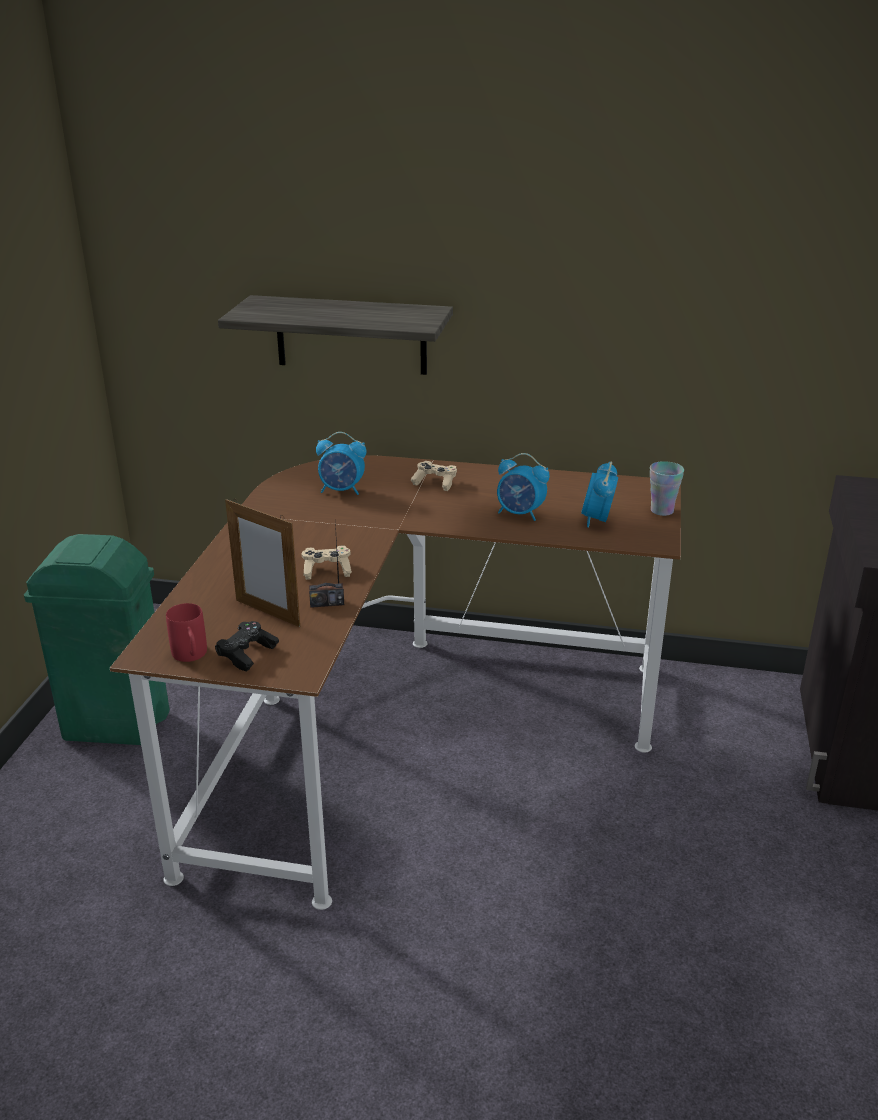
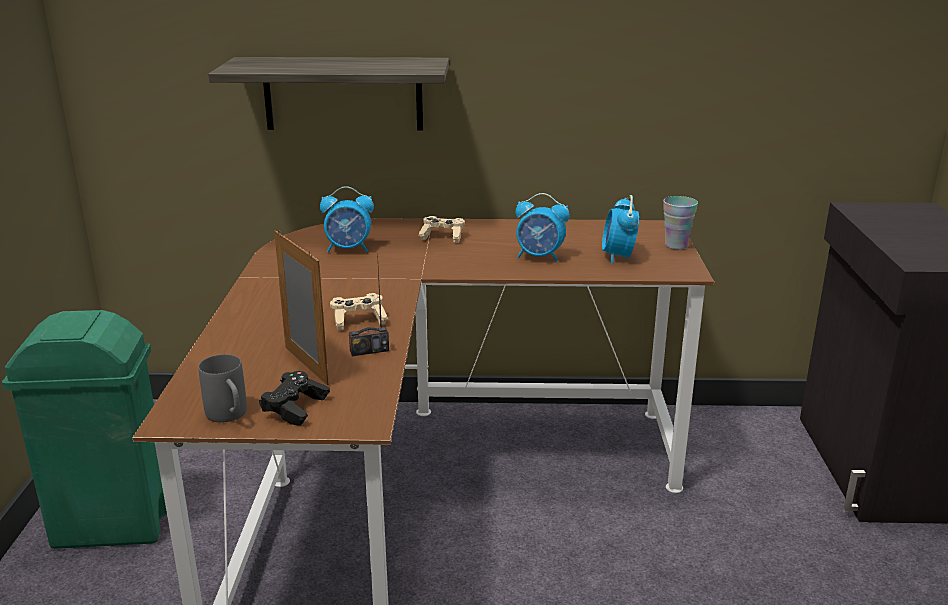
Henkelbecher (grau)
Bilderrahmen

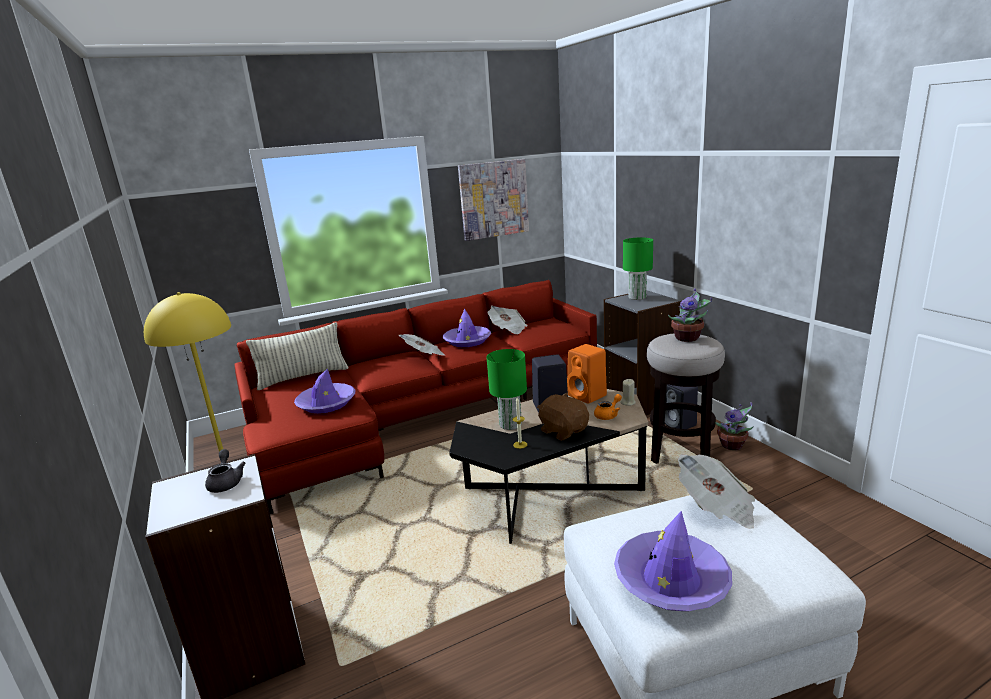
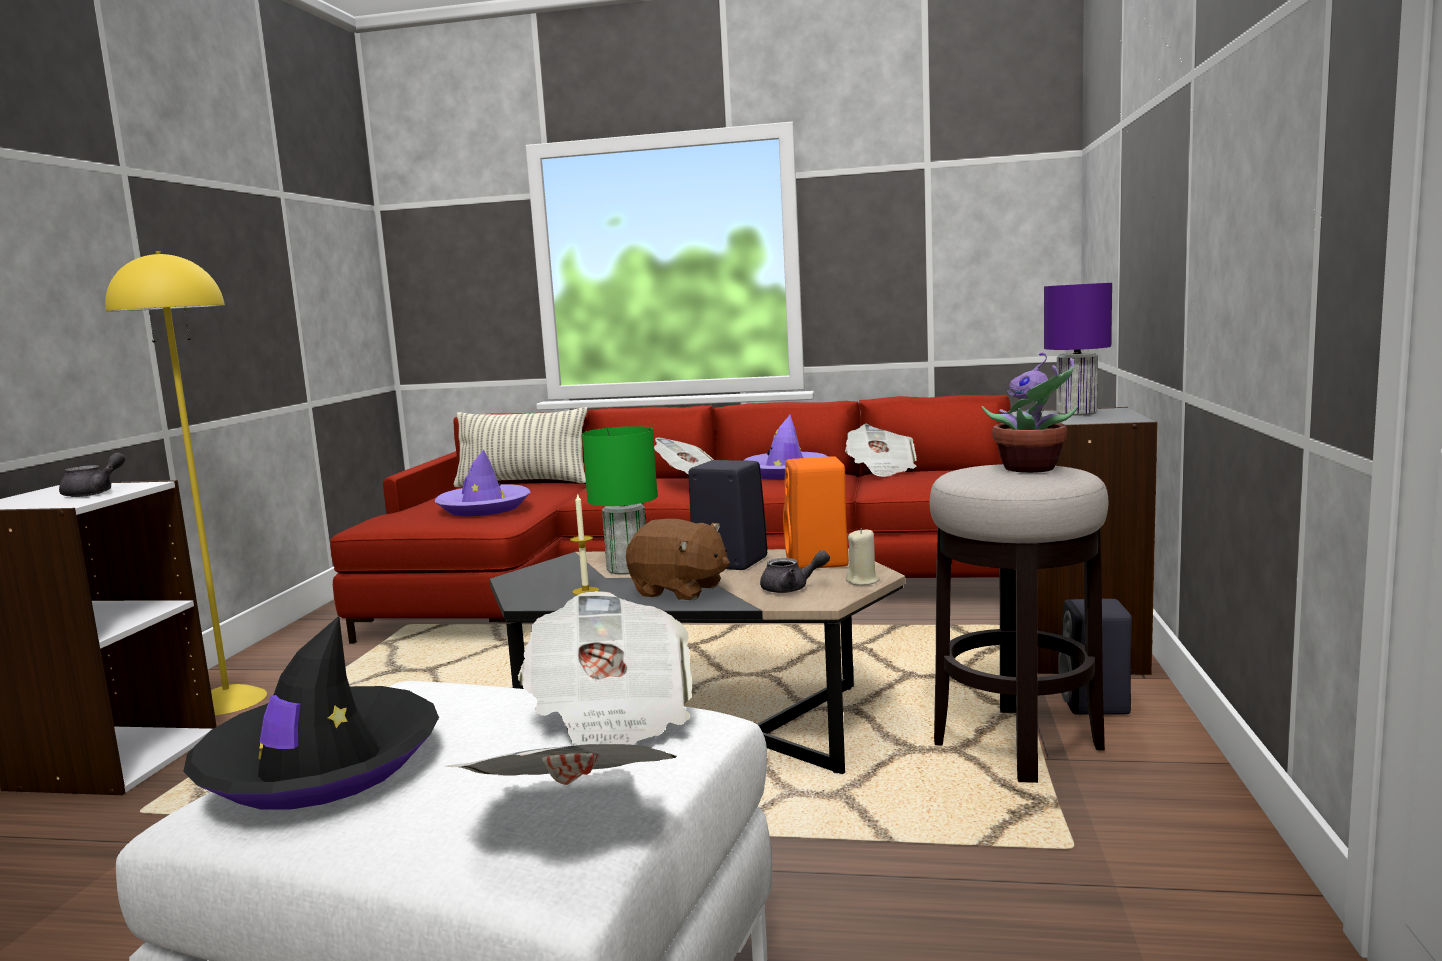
Bild
Topfpflanze (2nd from left in the first image)
Zeitung (1st from left)
Teekanne (grau) (2nd from left)
Hut (schwarz)
Tischlampe (lila)
Plüschtier (braun)

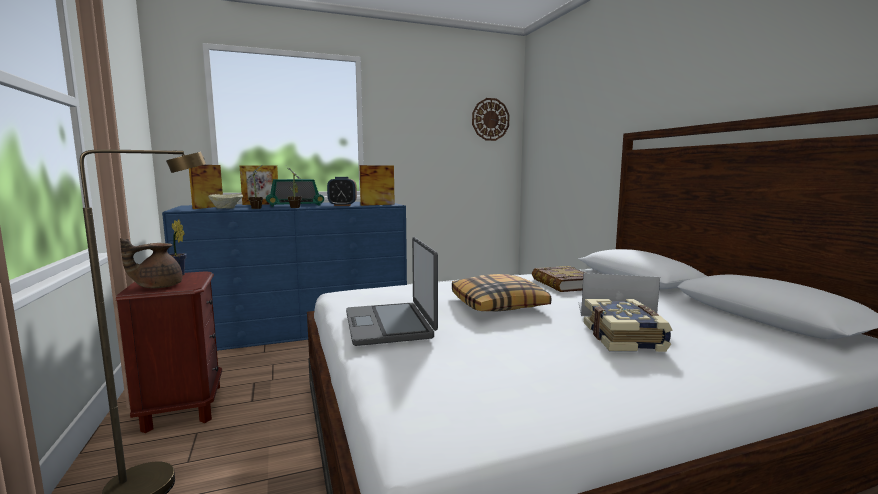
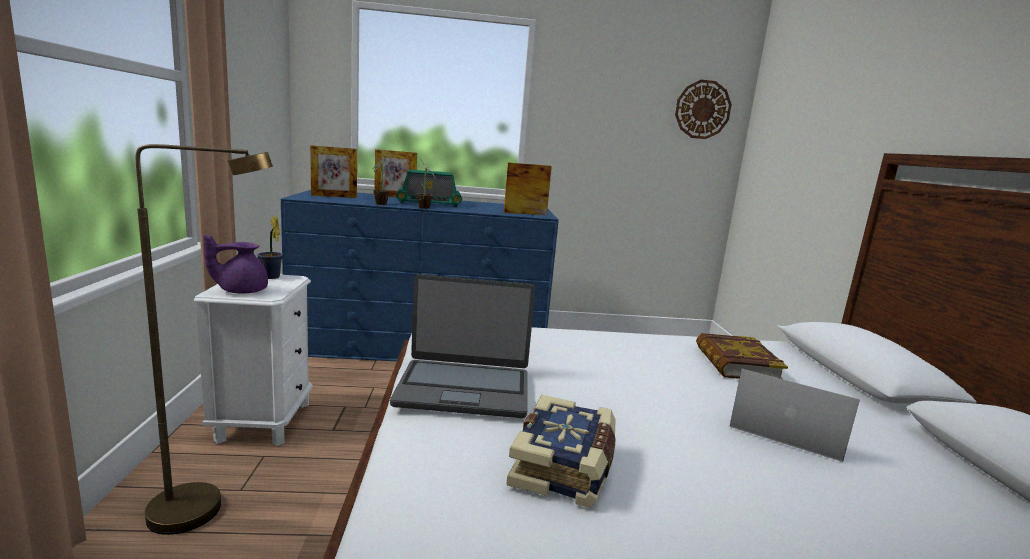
Schüssel (beige)
Wecker
Kissen
Buch (1st from left)
Nachttisch (weiß)
Teekanne (lila)
Bilderrahmen (1st from left)
Laptop (1st from left)

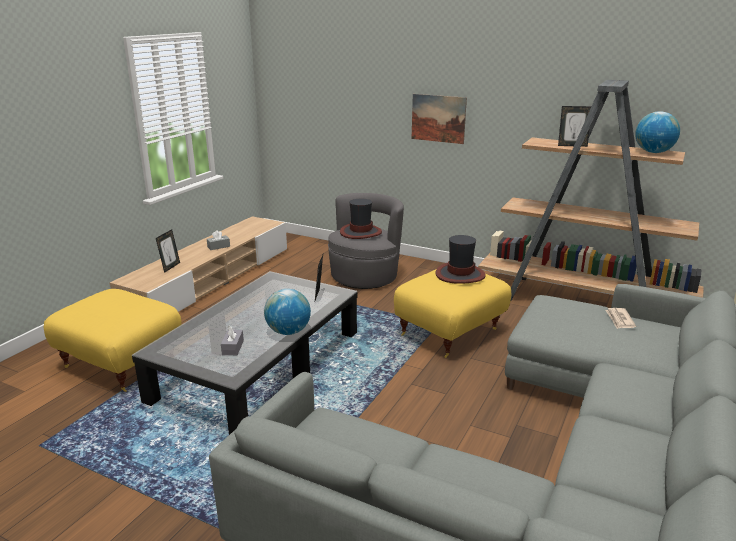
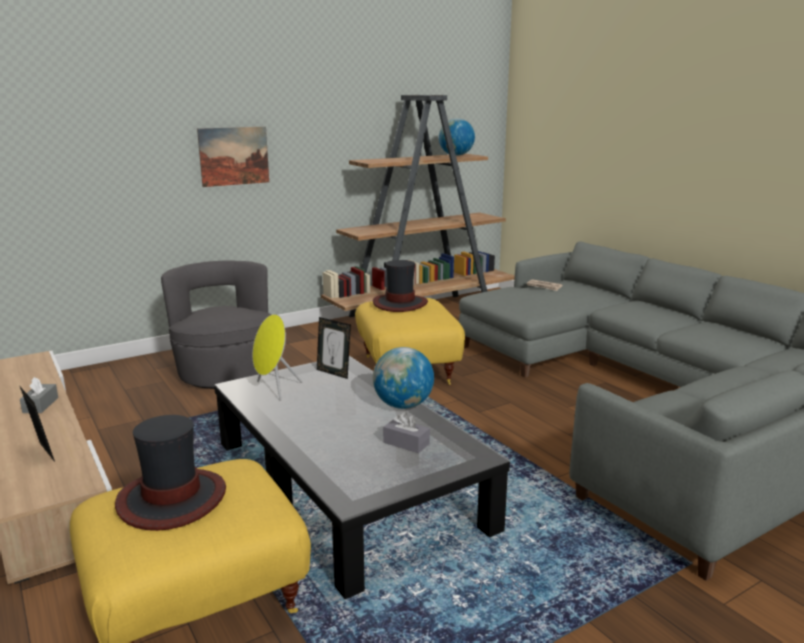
Bilderrahmen (3rd from left in the first image)
Lautsprecher (gelb)
Hut (1st from left)

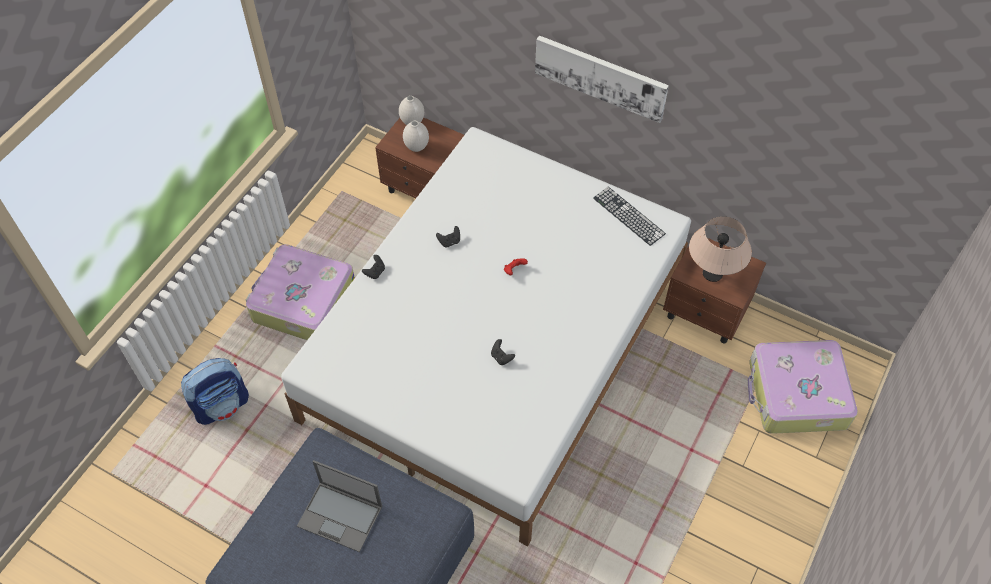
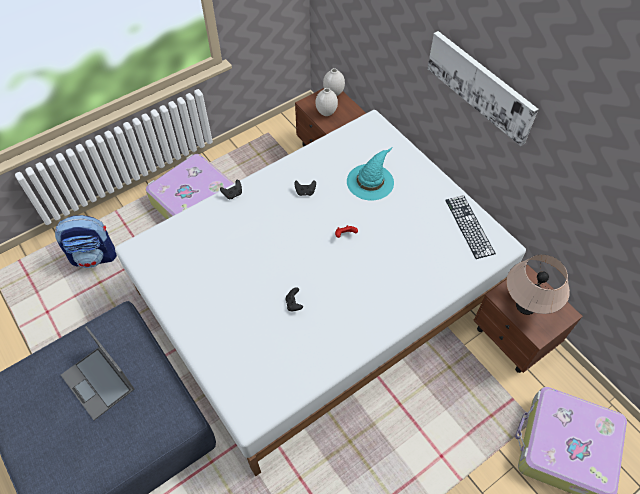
Hut (türkis)

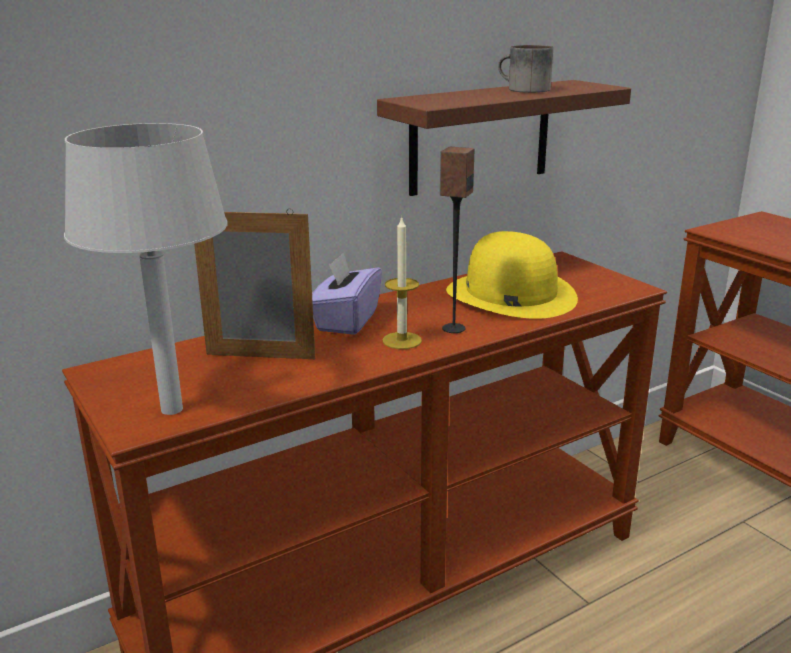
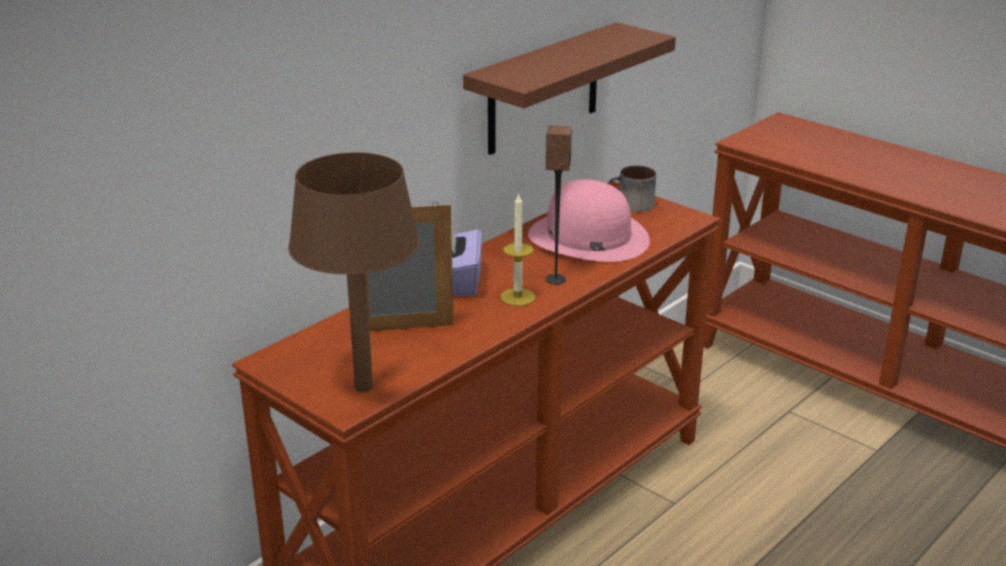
Henkelbecher
Tischlampe (braun)
Hut (rosa)

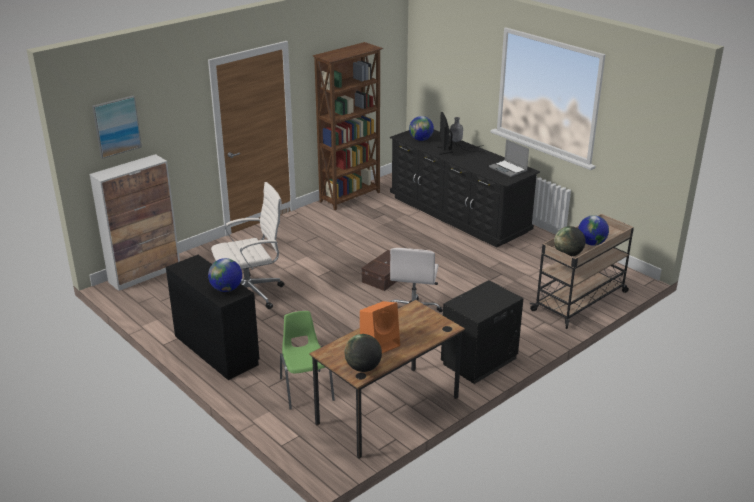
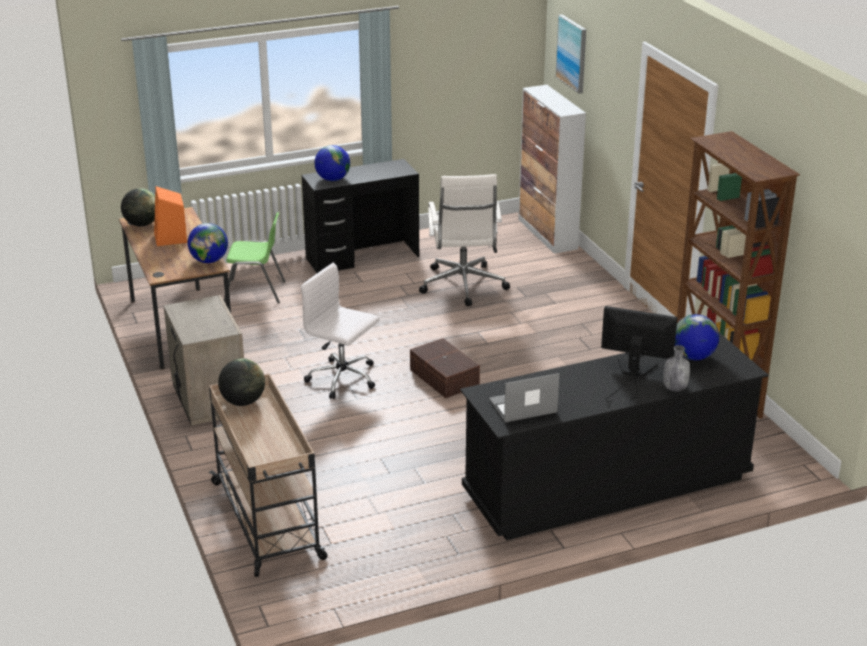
Globus (2nd from left)
Nachttisch (beige)

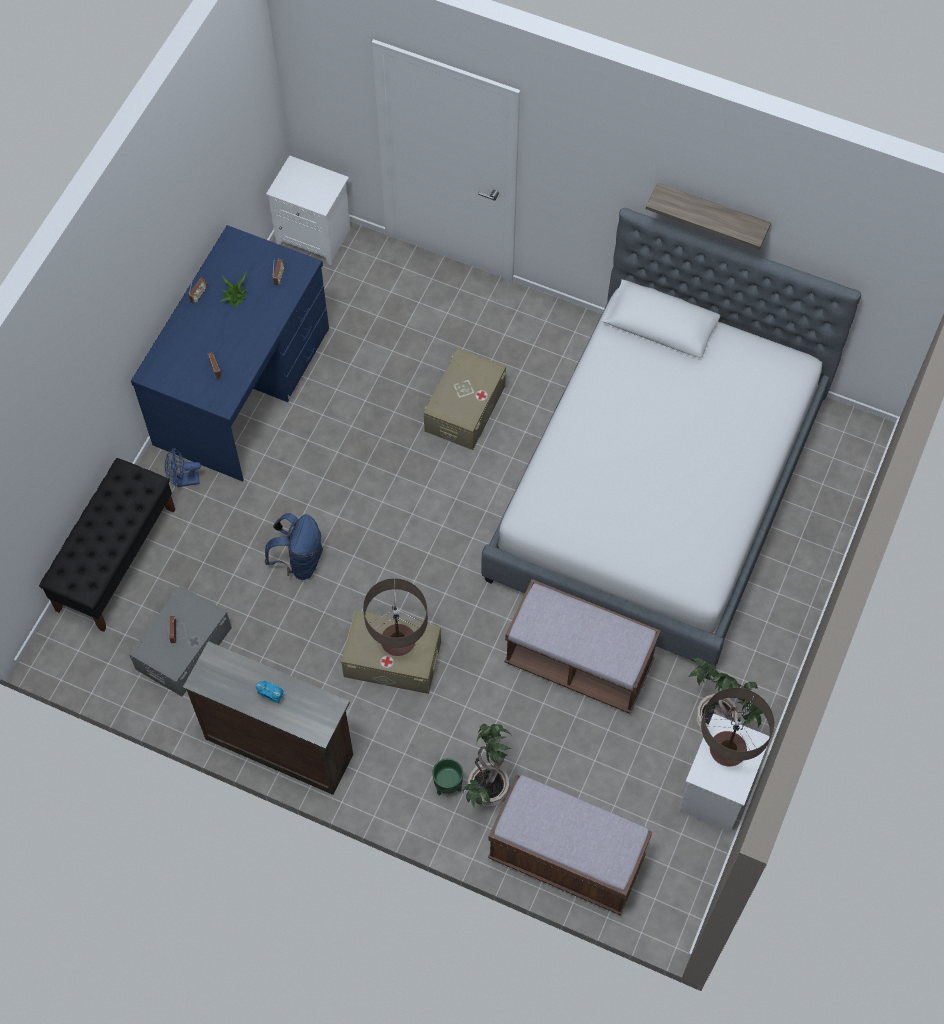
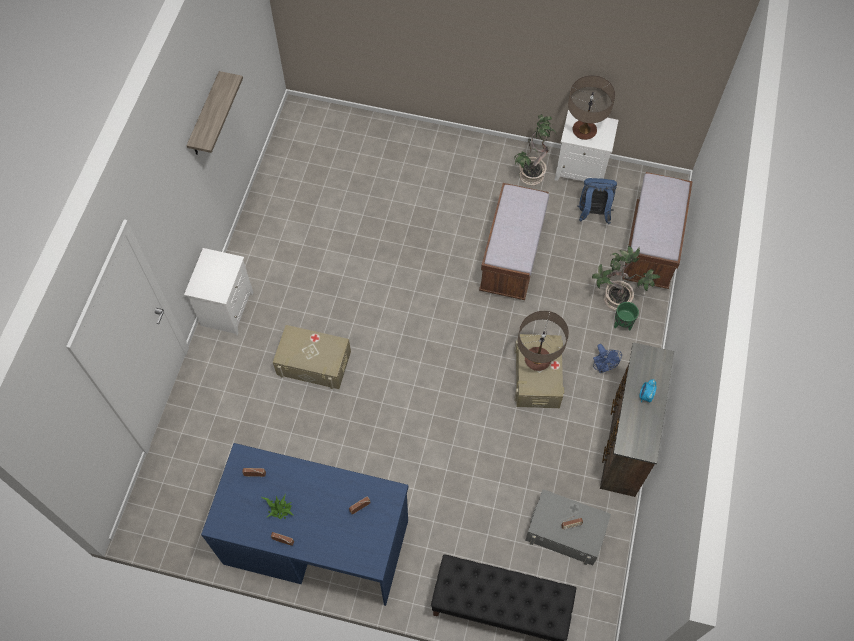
Bett
Ventilator (blau)
Rucksack (blau)
Nachttisch (weiß) (1st from left)

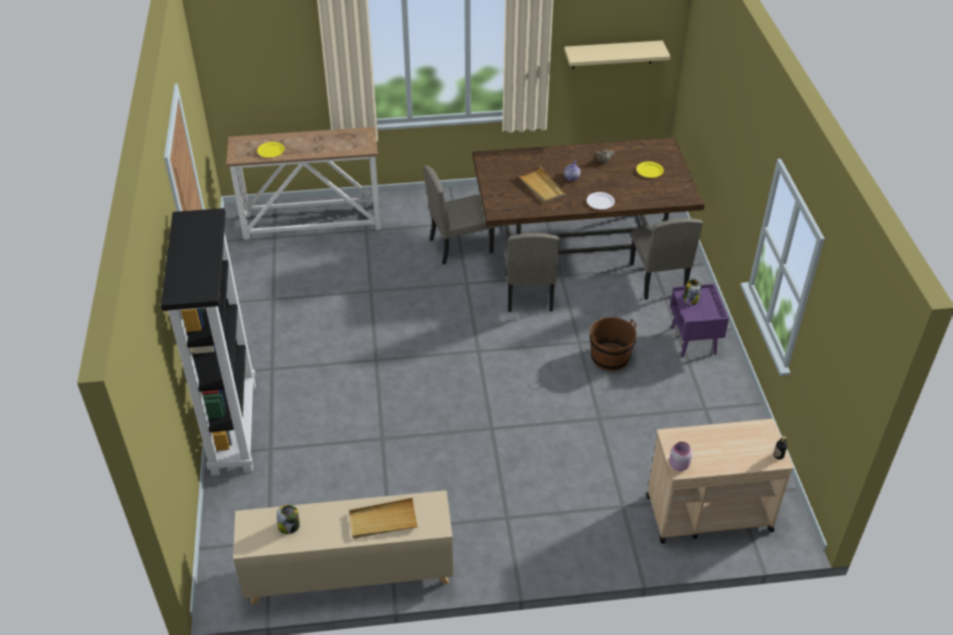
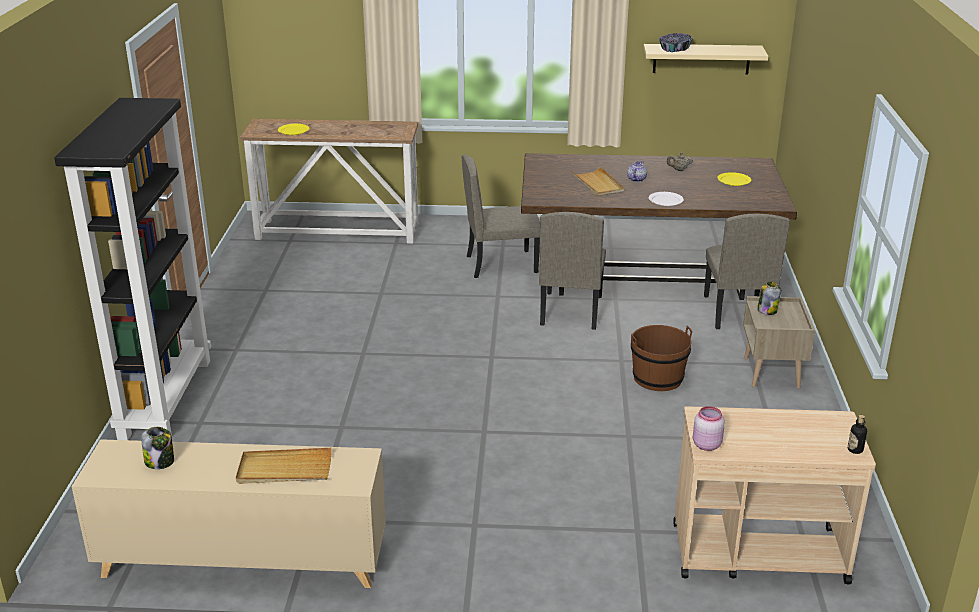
Schüssel
Nachttisch (beige)

